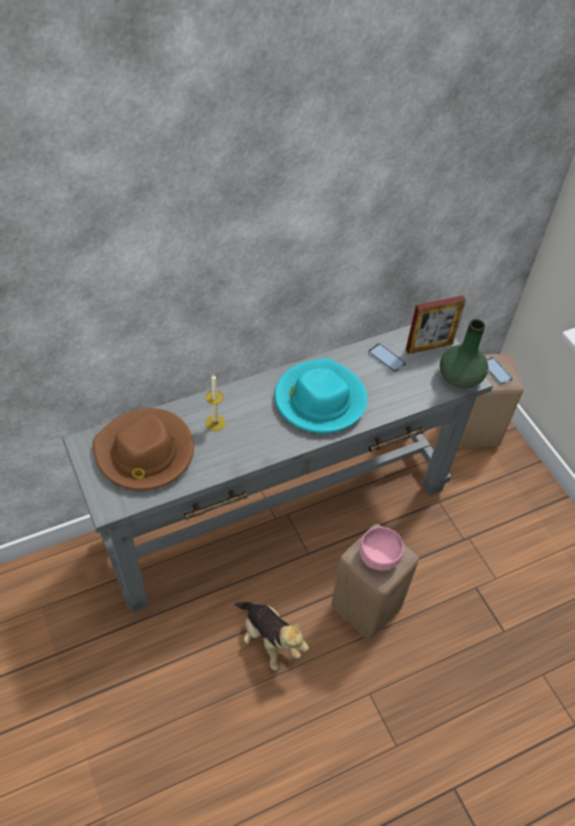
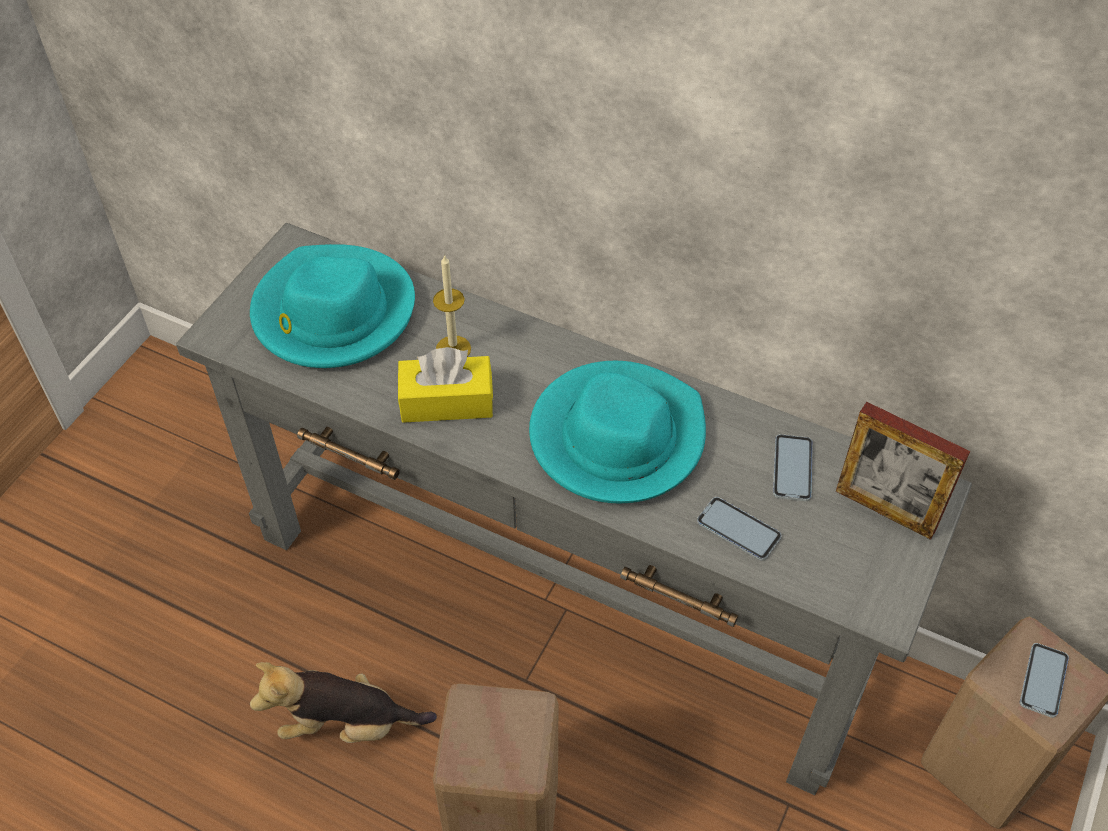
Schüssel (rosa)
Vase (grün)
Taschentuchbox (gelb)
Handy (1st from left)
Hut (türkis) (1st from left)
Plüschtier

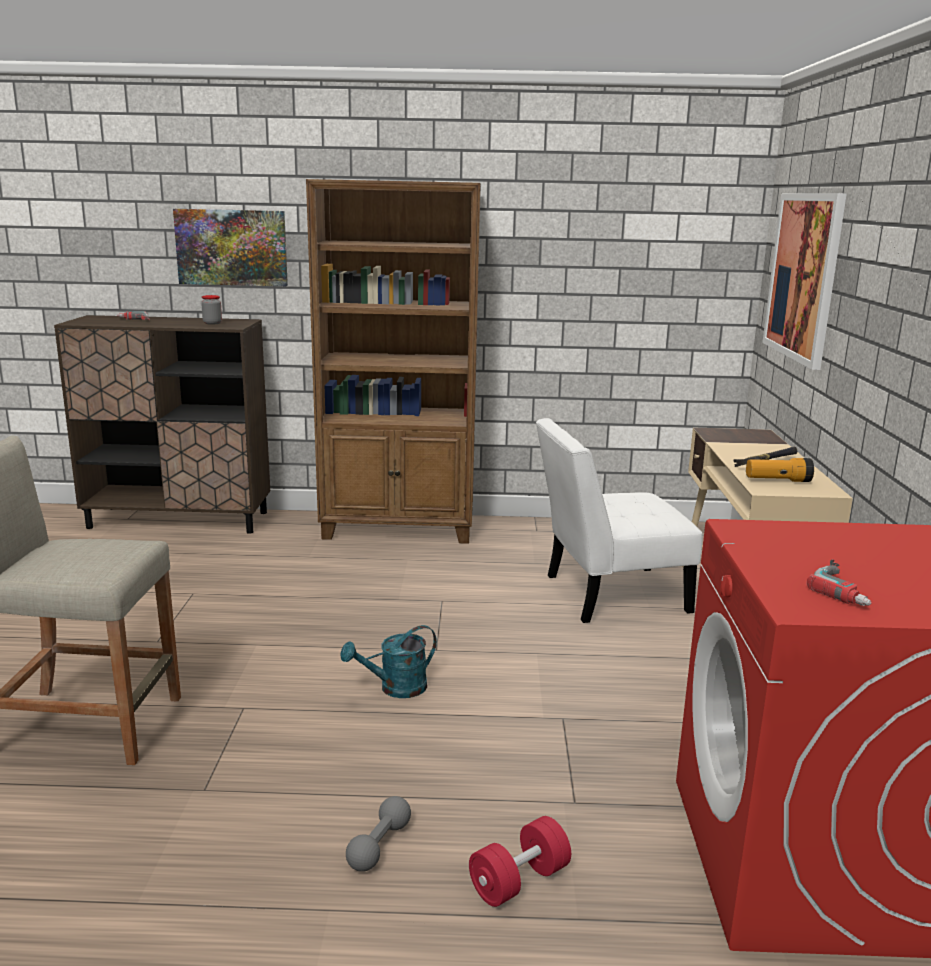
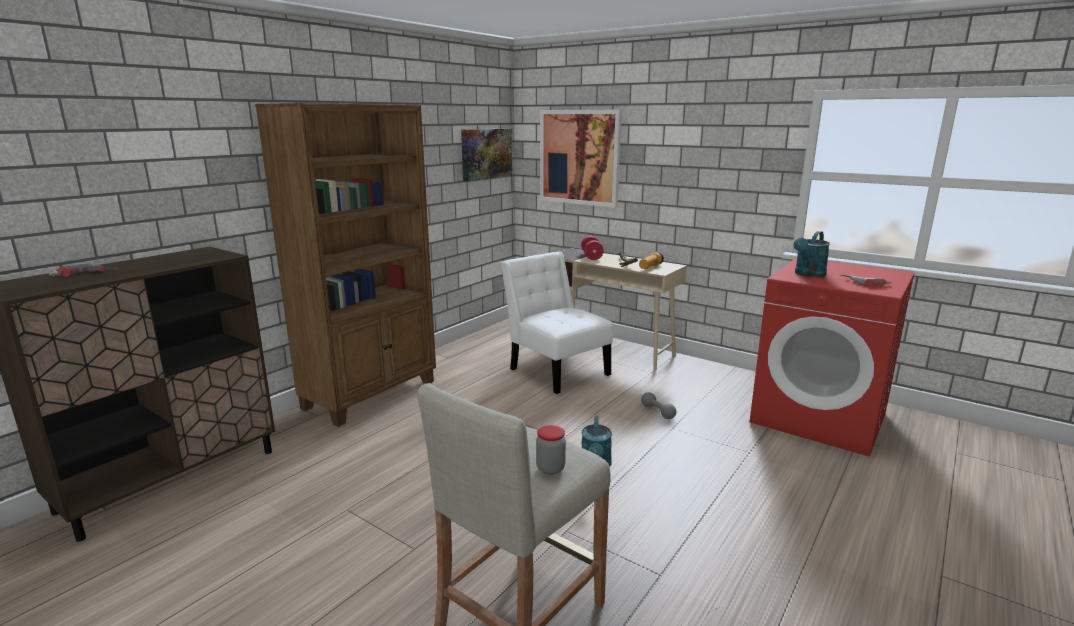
Gießkanne (türkis) (2nd from left)
Bild (1st from left)
Vorratsglas
Hantel (grau)
Hantel (rot)
Stuhl (weiß)

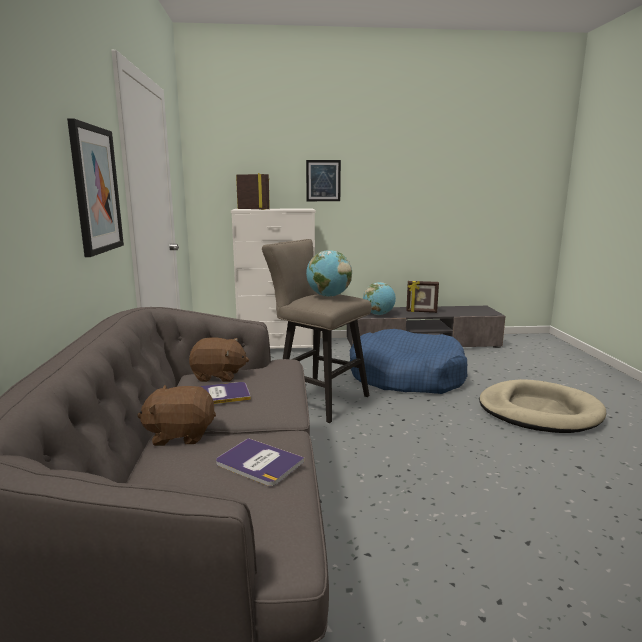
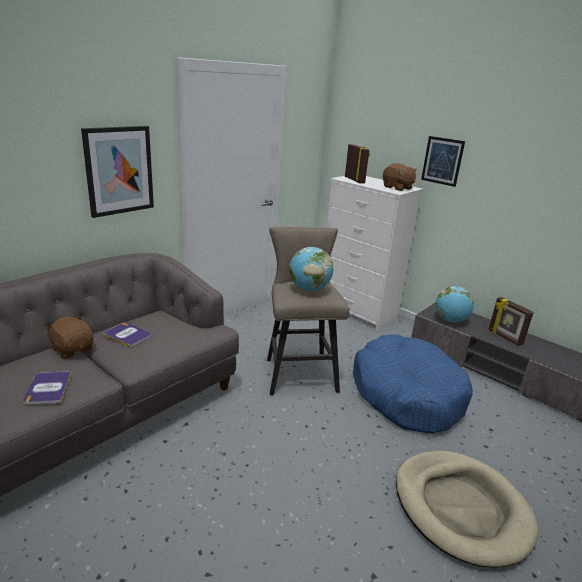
Plüschtier (braun) (2nd from left)

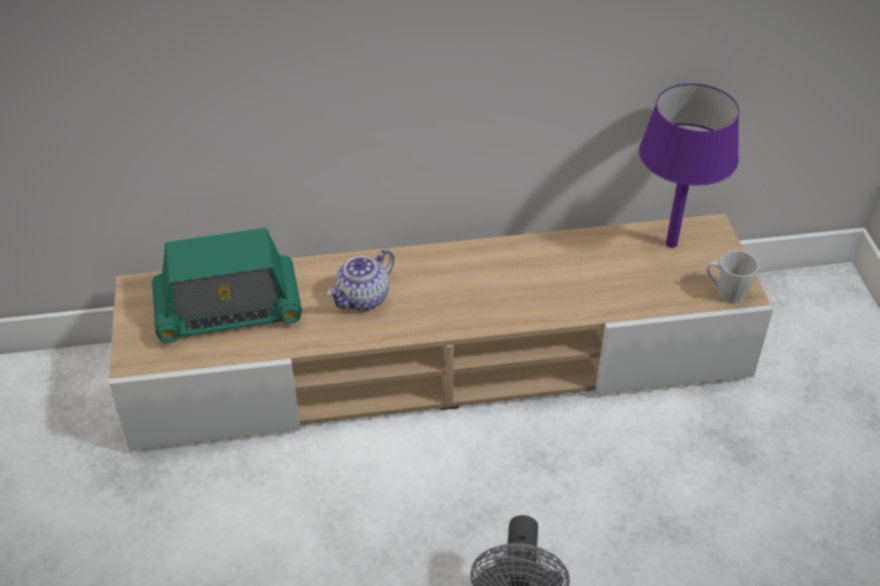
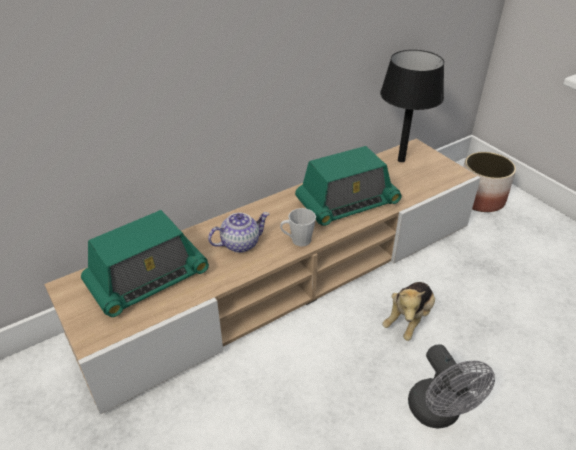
Radio (2nd from left)
Plüschtier
Pflanzkübel
Henkelbecher (grau)
Tischlampe (schwarz)
Teekanne

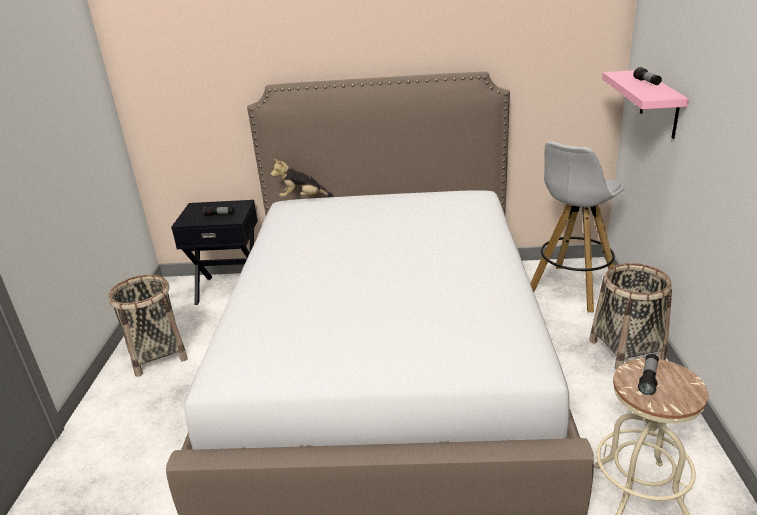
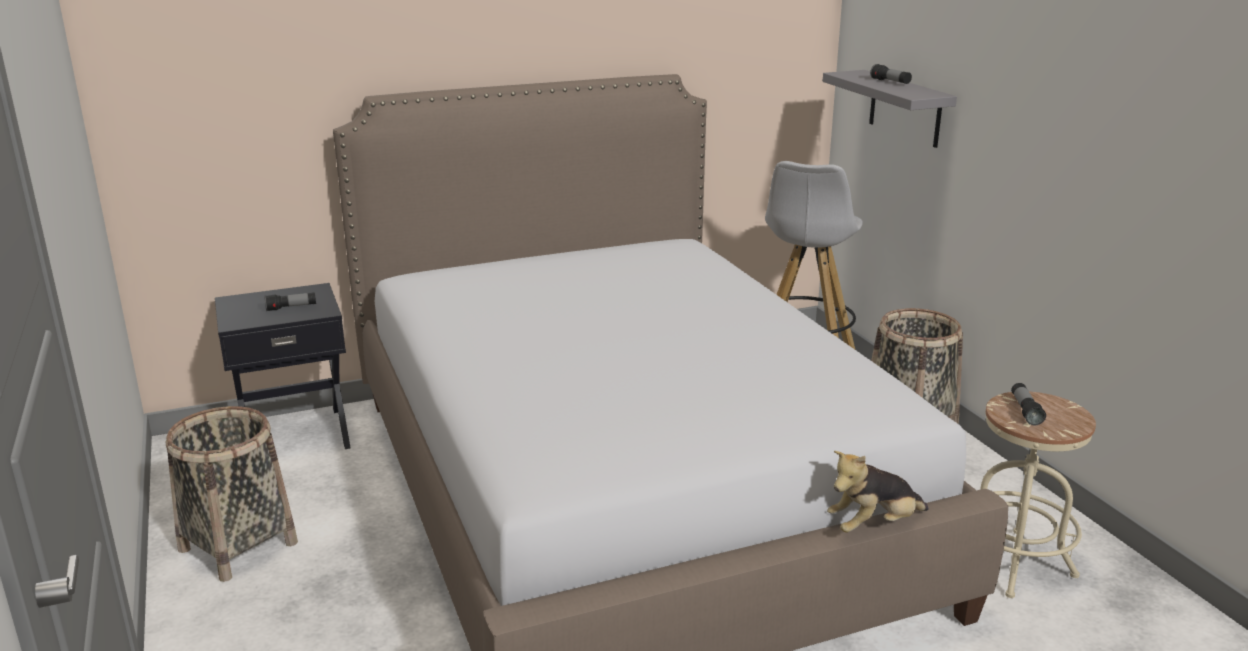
Plüschtier
Wandregal (grau)

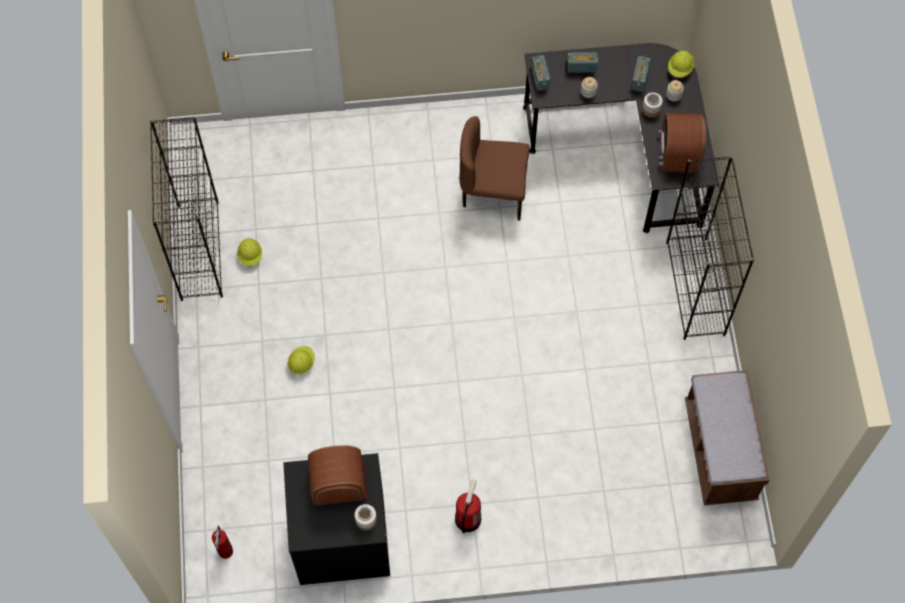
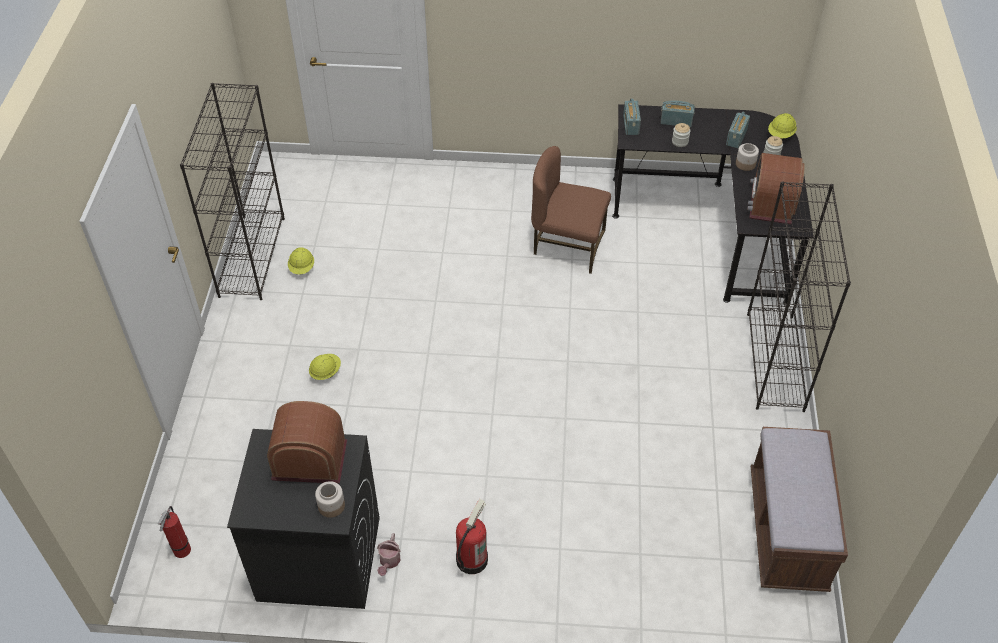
Gießkanne

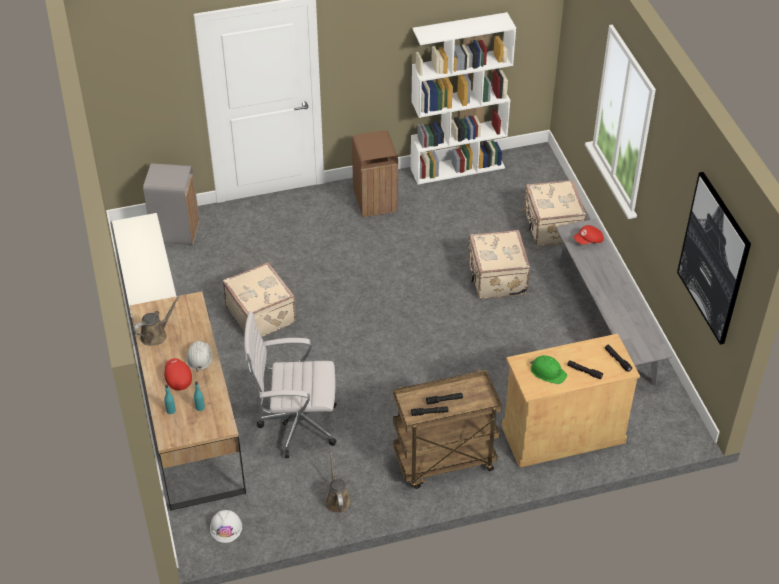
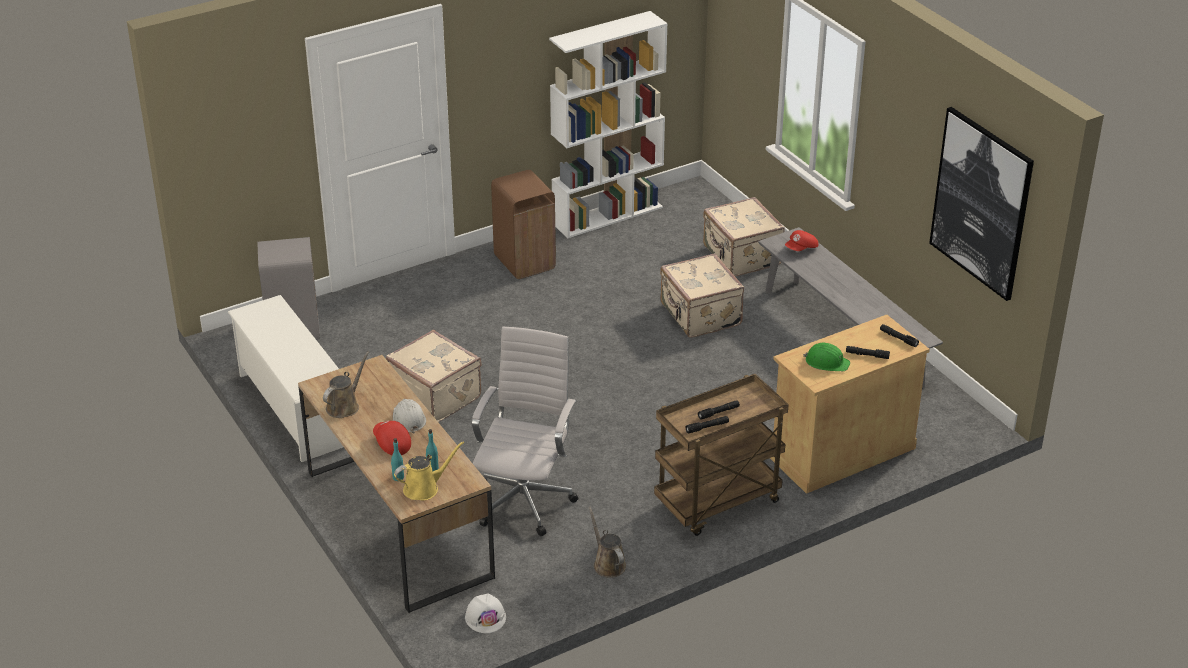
Gießkanne (gelb)
Bürostuhl (weiß)

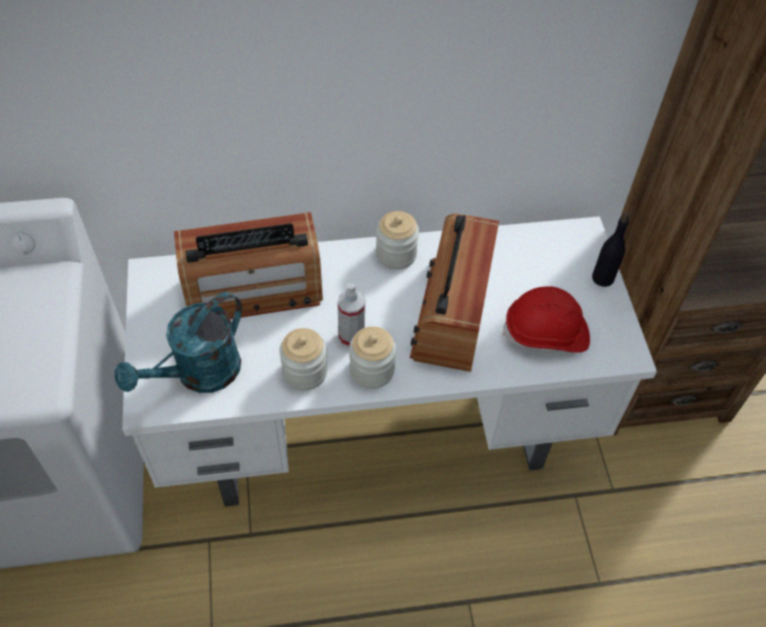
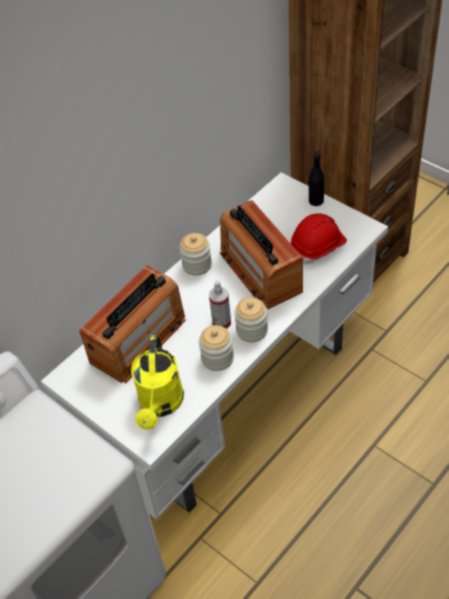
Gießkanne (gelb)

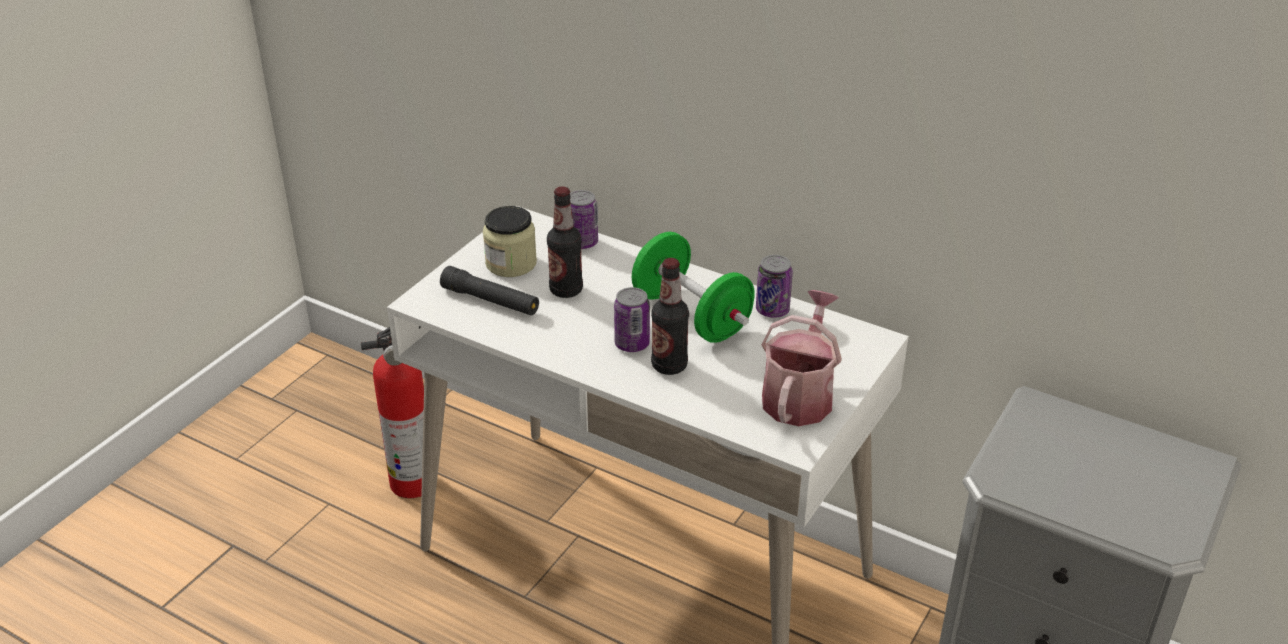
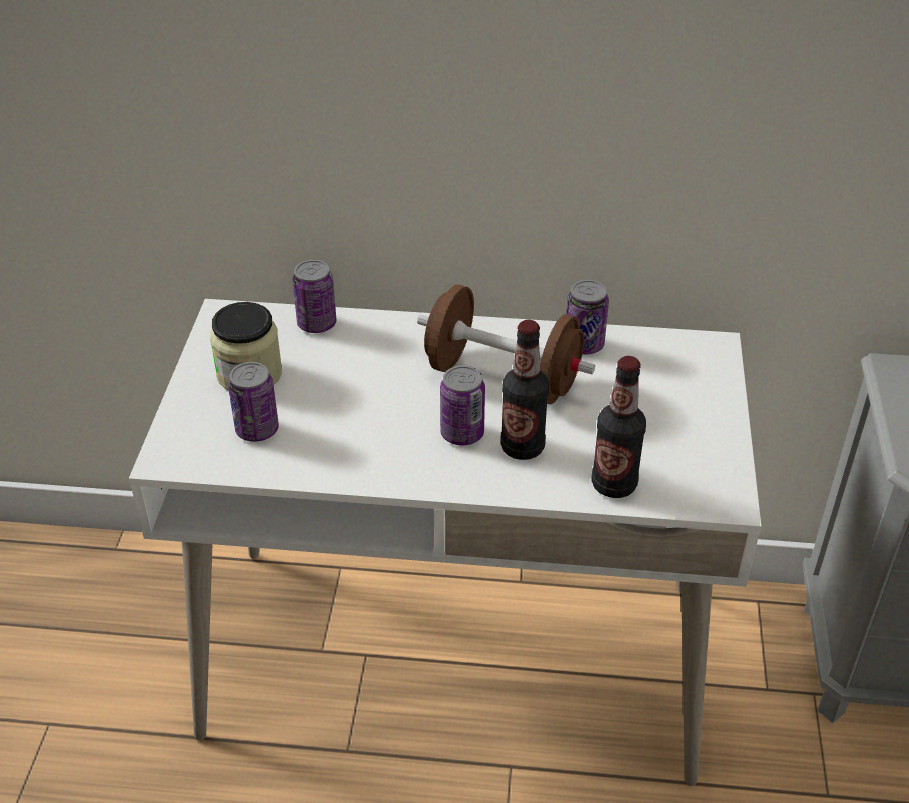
Feuerlöscher
Gießkanne
Flasche (2nd from left)
Dose (1st from left)
Hantel (braun)

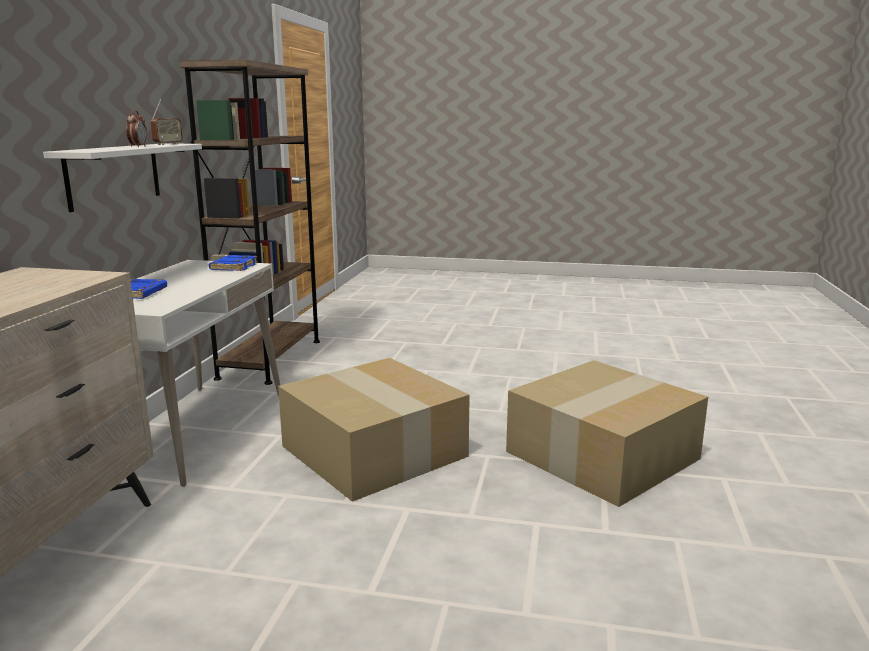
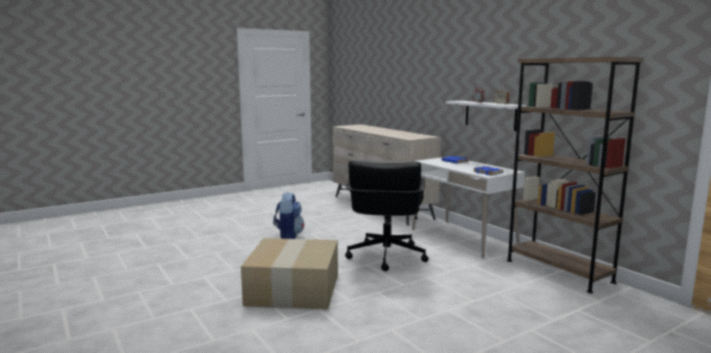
Rucksack
Bürostuhl (schwarz)

